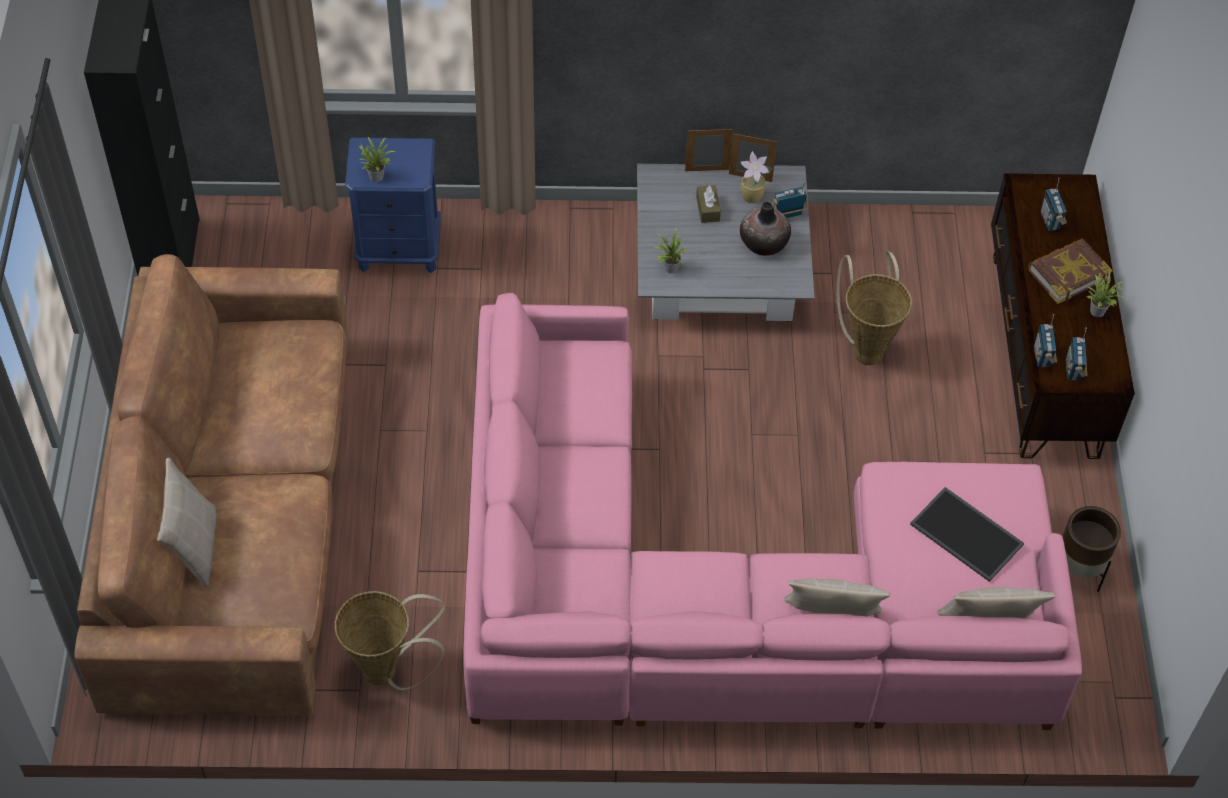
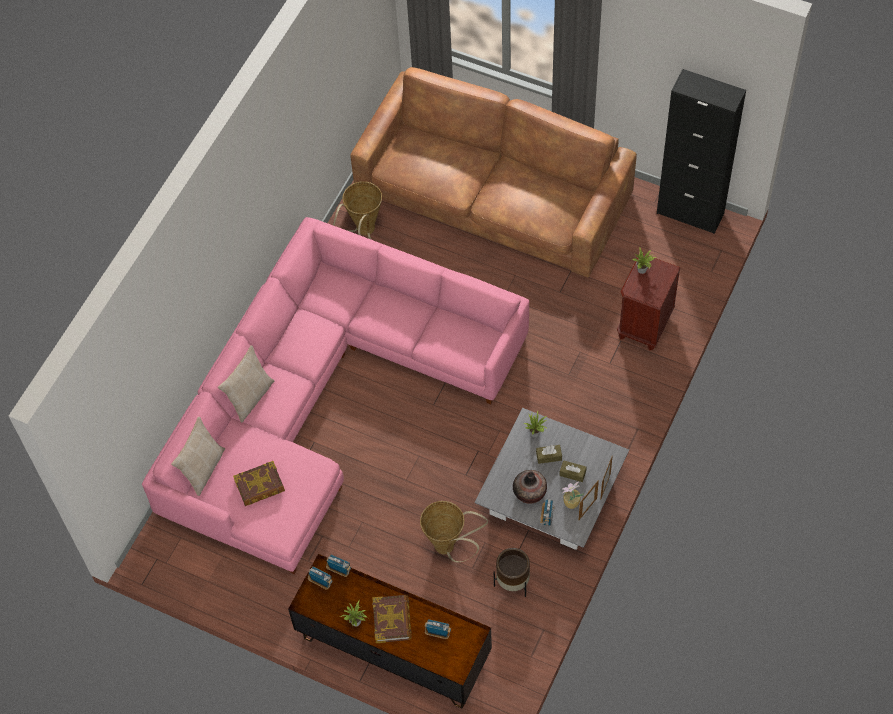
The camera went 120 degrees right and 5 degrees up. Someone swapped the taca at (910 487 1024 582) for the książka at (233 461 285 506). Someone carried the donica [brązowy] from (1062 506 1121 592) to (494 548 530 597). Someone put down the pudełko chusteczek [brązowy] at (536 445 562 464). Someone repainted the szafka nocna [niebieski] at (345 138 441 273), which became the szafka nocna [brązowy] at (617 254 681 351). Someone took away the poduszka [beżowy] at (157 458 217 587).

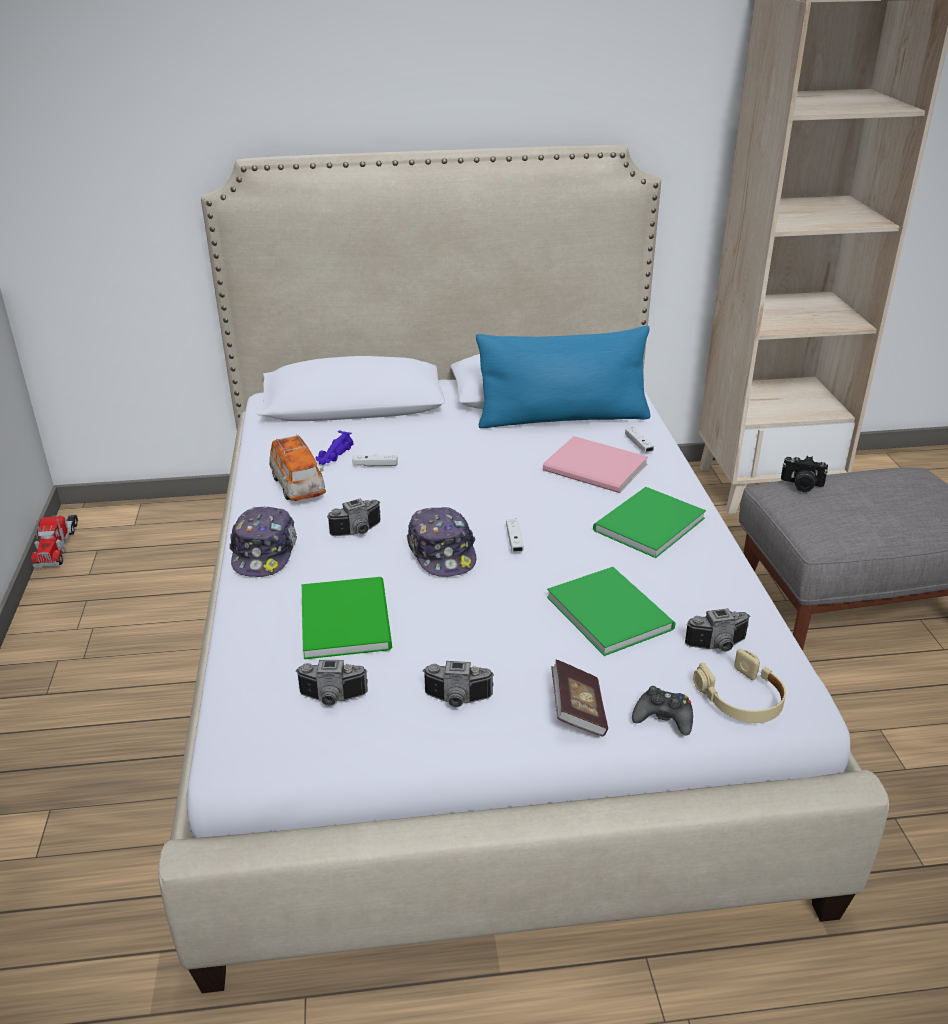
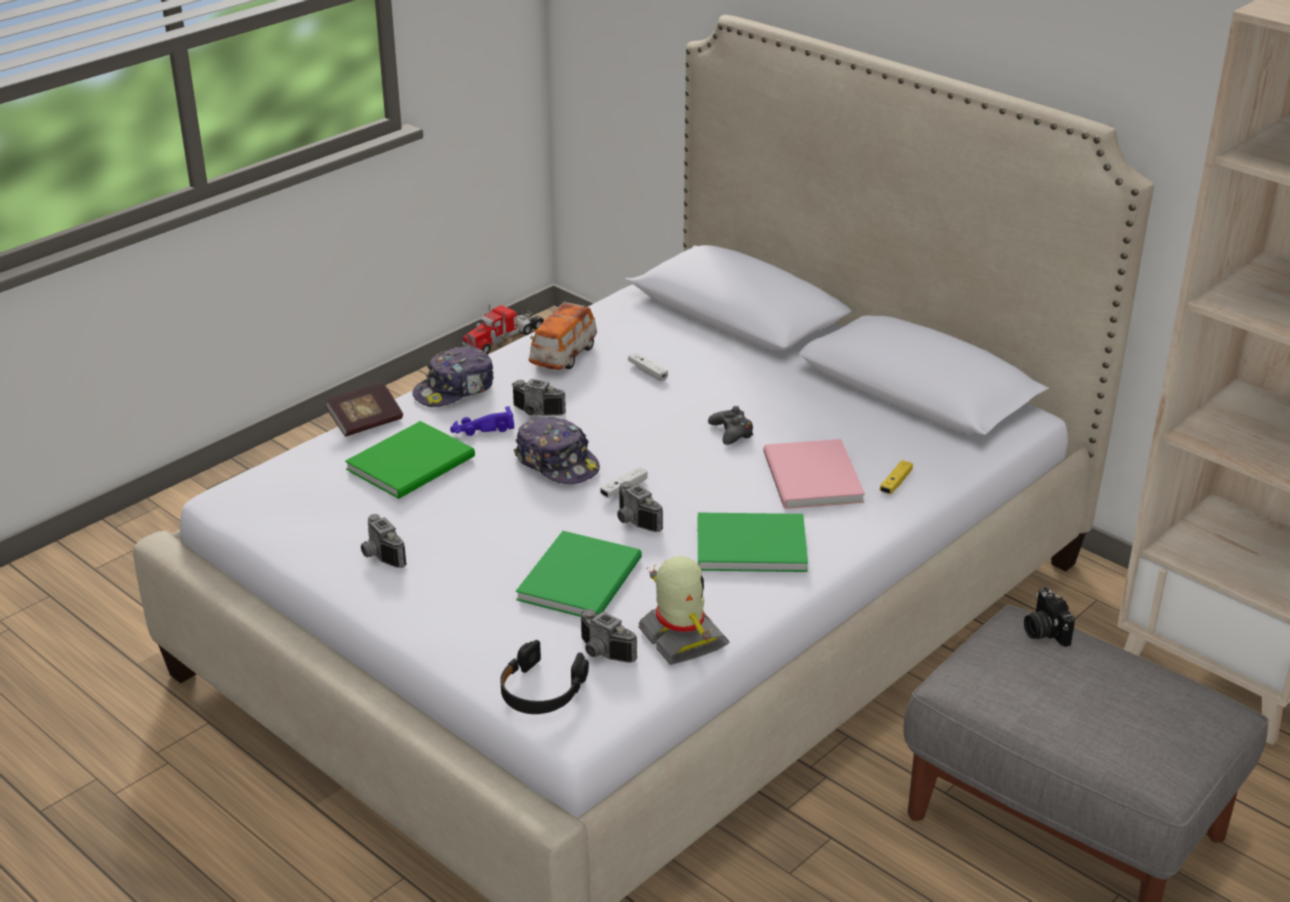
The camera went 50 degrees right and 0 degrees up. Someone carried the książka from (551 660 608 737) to (325 382 403 437). Someone carried the samochodzik [fioletowy] from (316 431 353 465) to (450 406 514 436). Someone repainted the słuchawki [beżowy] at (693 649 786 723), which became the słuchawki [czarny] at (500 640 589 714). Someone rotated the czapka z daszkiem at (407 507 476 577) by 75 degrees counterclockwise. Someone carried the aparat fotograficzny from (295 660 368 706) to (617 481 663 532). Someone put down the robot zabawkowy at (638 556 729 665). Someone carried the pad do gier [czarny] from (632 686 693 736) to (708 406 753 445). Someone repainted the pad do gier [biały] at (625 427 654 452), which became the pad do gier [żółty] at (880 460 913 494). Someone took away the poduszka [niebieski] at (476 326 650 428).

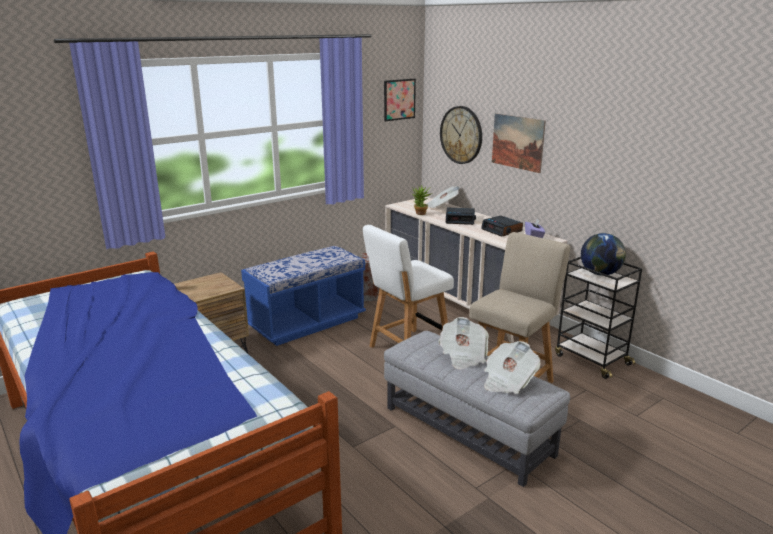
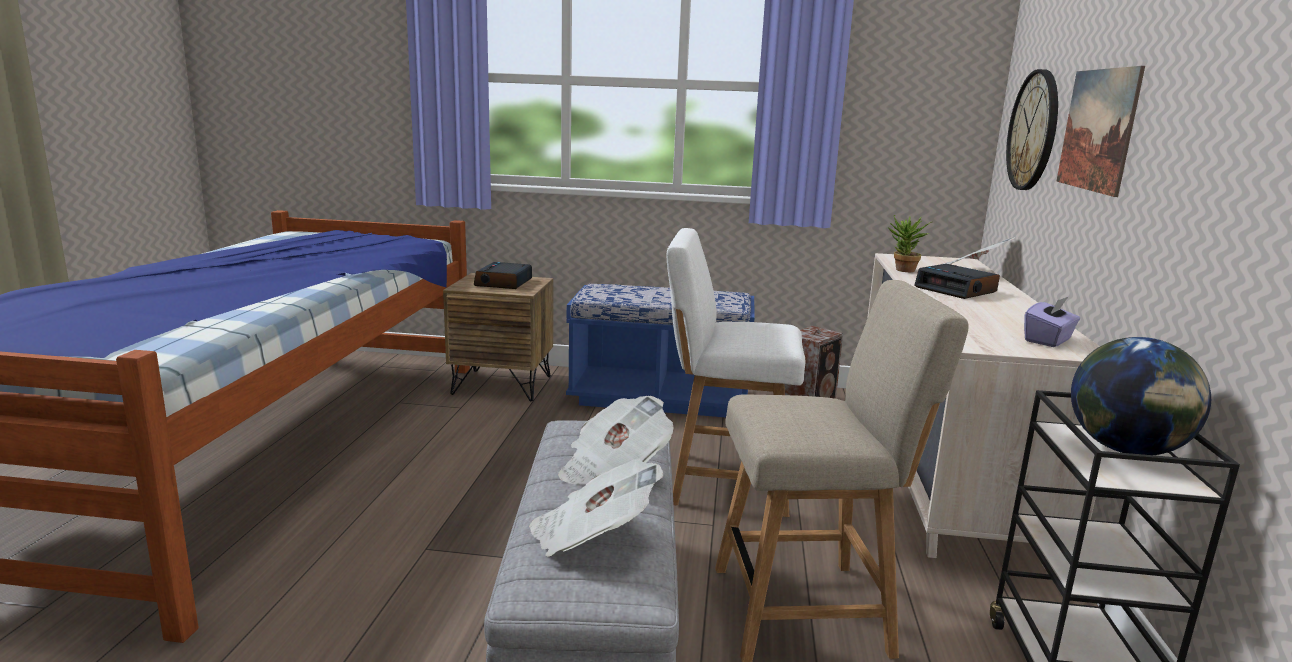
The camera went 45 degrees right and 5 degrees down. Someone carried the budzik from (481 216 523 237) to (474 262 532 289). Someone took away the obraz at (384 79 416 121).

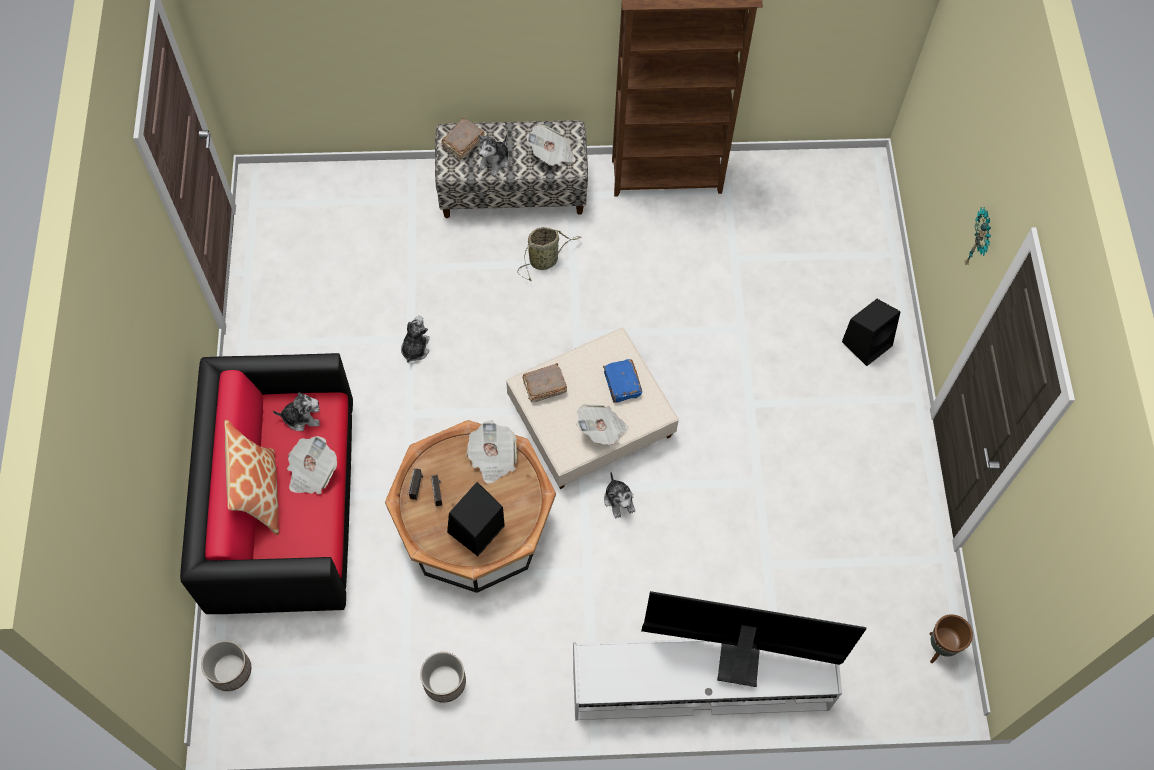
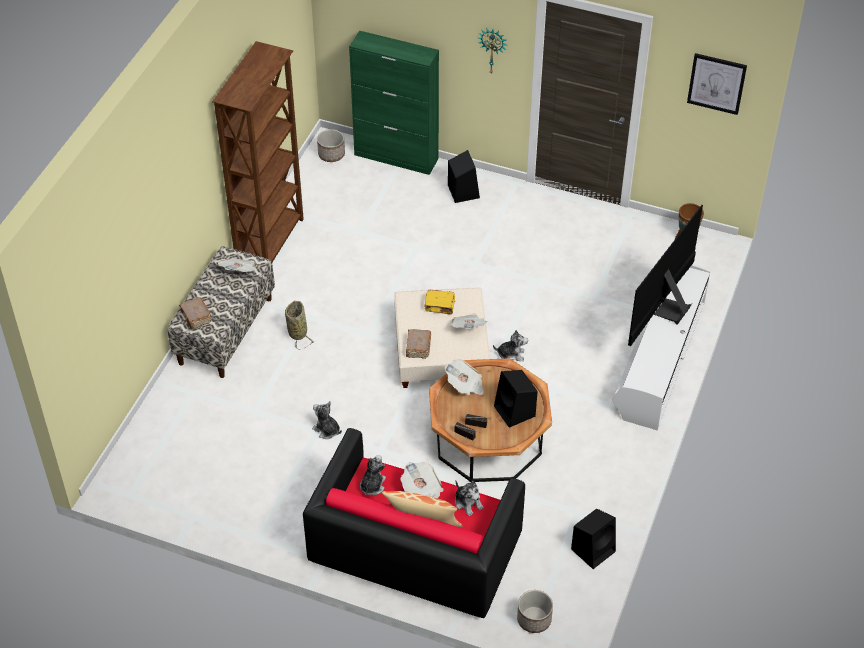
The camera went 65 degrees left and 15 degrees down. Someone carried the donica from (420 652 466 703) to (317 129 345 162). Someone put down the szafka [zielony] at (349 31 439 175). Someone repainted the książka [niebieski] at (603 359 642 403), which became the książka [żółty] at (424 290 455 315). Someone carried the pluszak from (478 134 509 176) to (455 481 484 516). Someone put down the głośnik [czarny] at (571 509 616 569). Someone put up the obraz at (687 53 747 115).

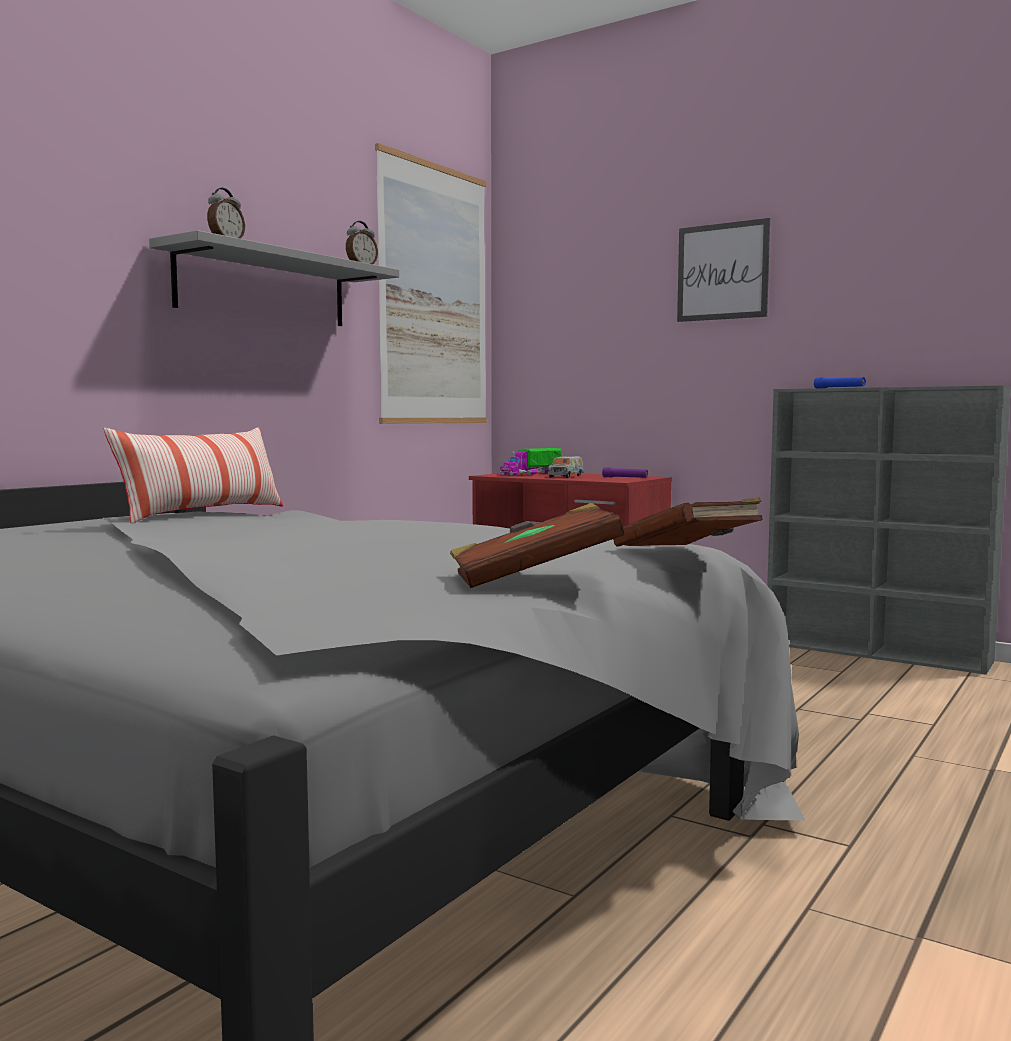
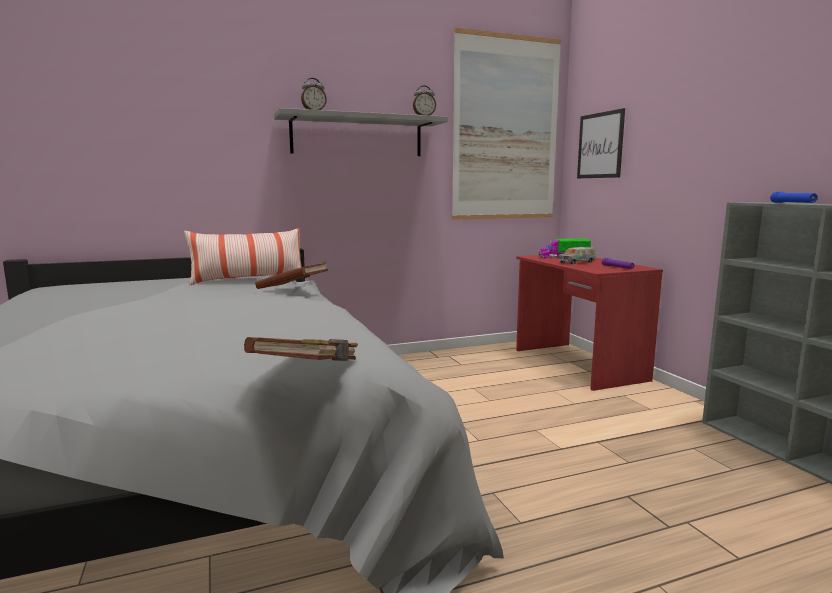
The camera went 35 degrees right and 5 degrees up. Someone carried the książka [brązowy] from (450 503 624 588) to (255 261 328 289). Someone carried the obraz from (677 218 770 322) to (577 108 625 179).

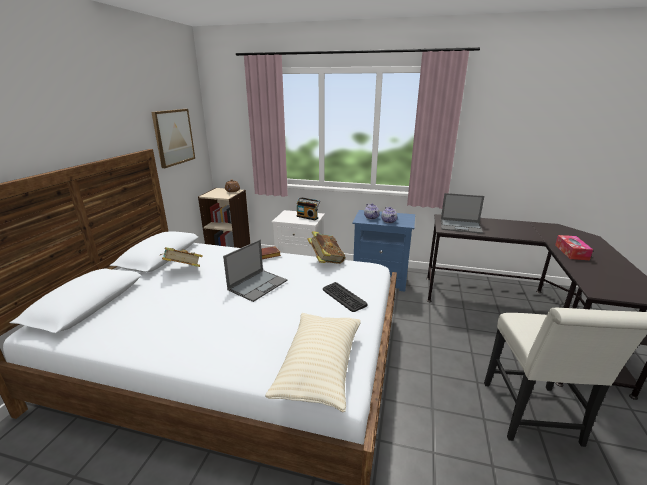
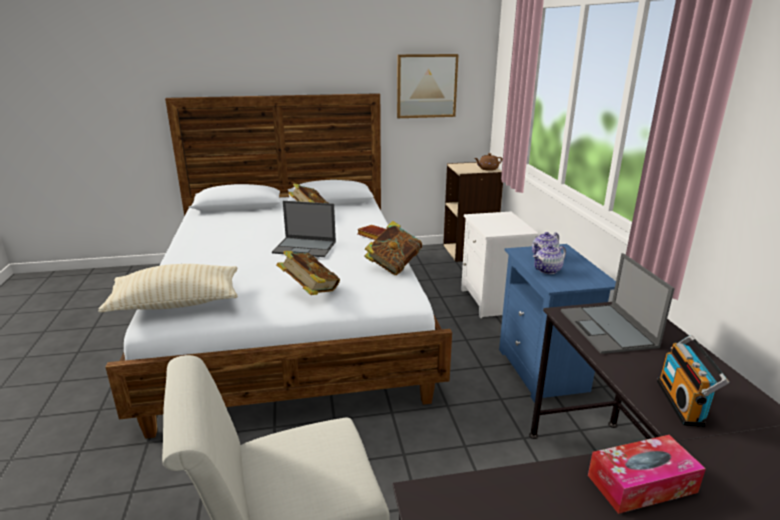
The camera went 65 degrees right and 0 degrees up. Someone swapped the klawiatura at (323 282 367 312) for the książka at (276 251 340 295). Someone carried the radio from (296 197 320 220) to (657 335 729 427).

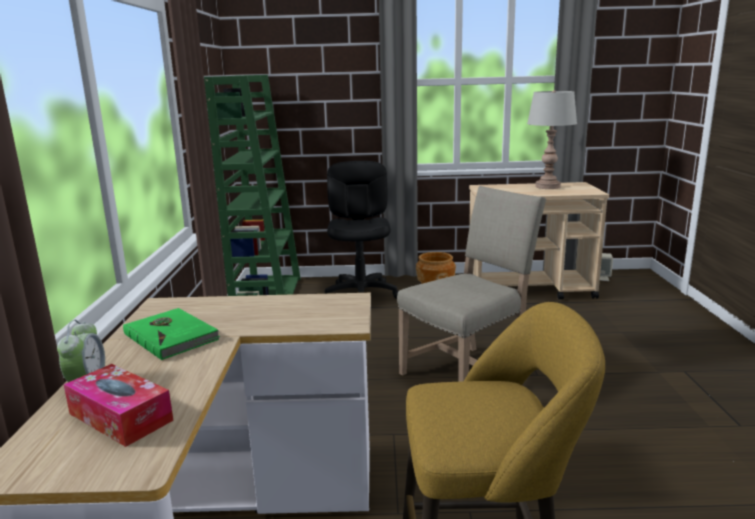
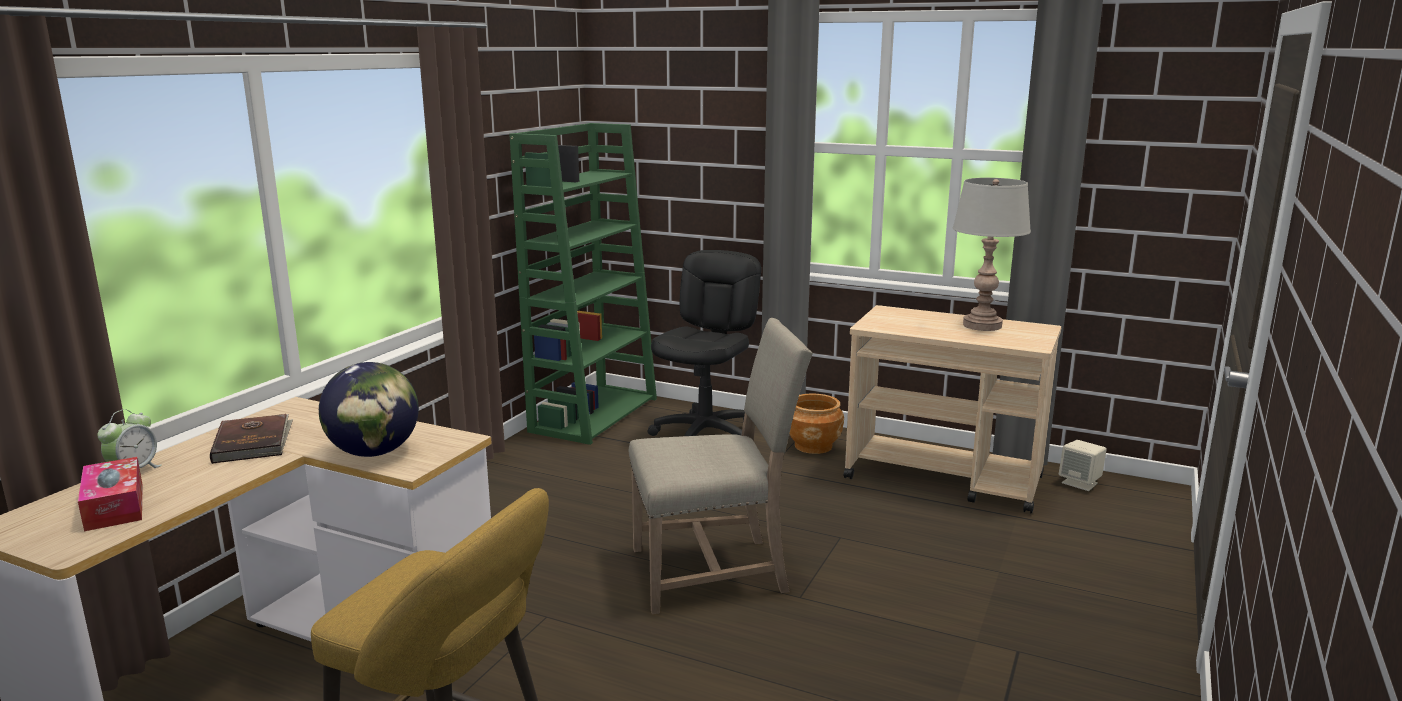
The camera went 25 degrees right and 0 degrees up. Someone repainted the książka [zielony] at (123 308 220 360), which became the książka [brązowy] at (210 414 293 464). Someone put down the globus at (319 362 419 457).

